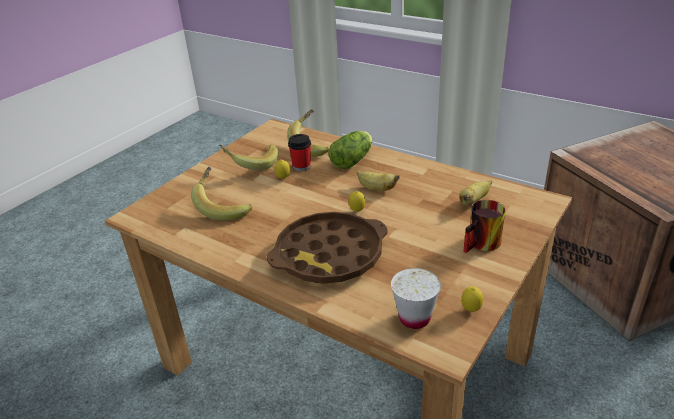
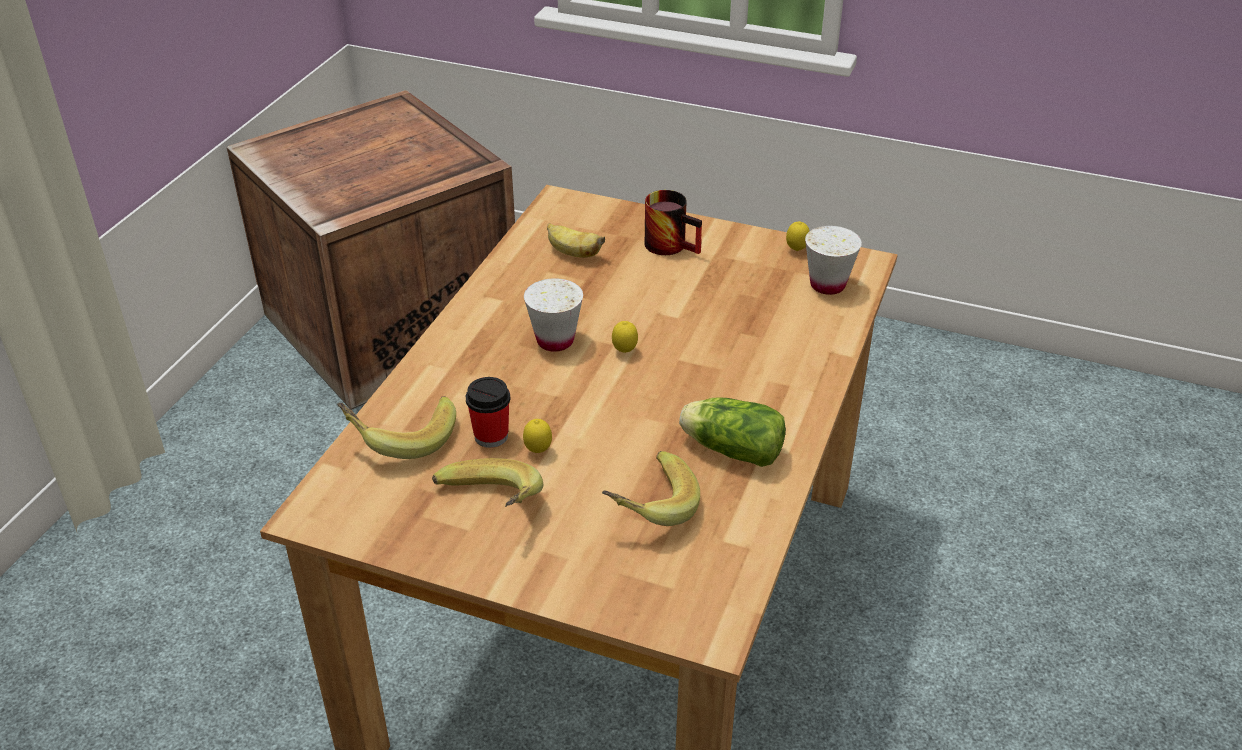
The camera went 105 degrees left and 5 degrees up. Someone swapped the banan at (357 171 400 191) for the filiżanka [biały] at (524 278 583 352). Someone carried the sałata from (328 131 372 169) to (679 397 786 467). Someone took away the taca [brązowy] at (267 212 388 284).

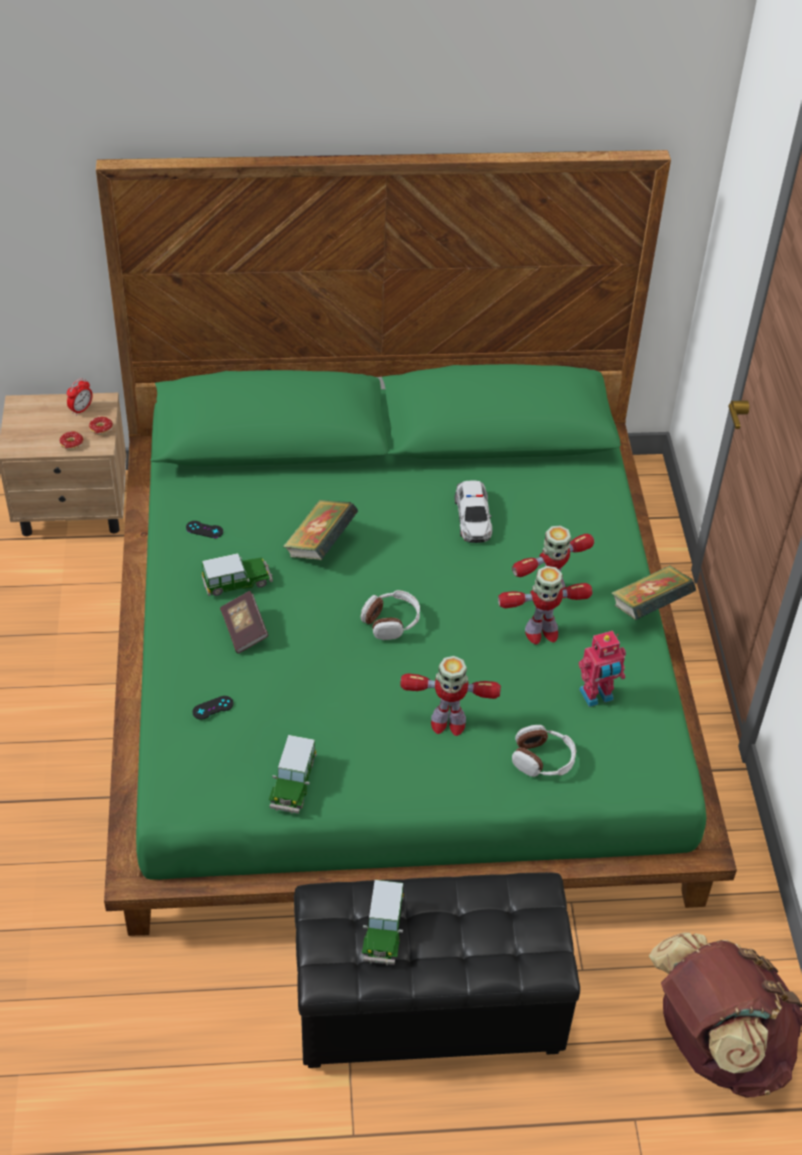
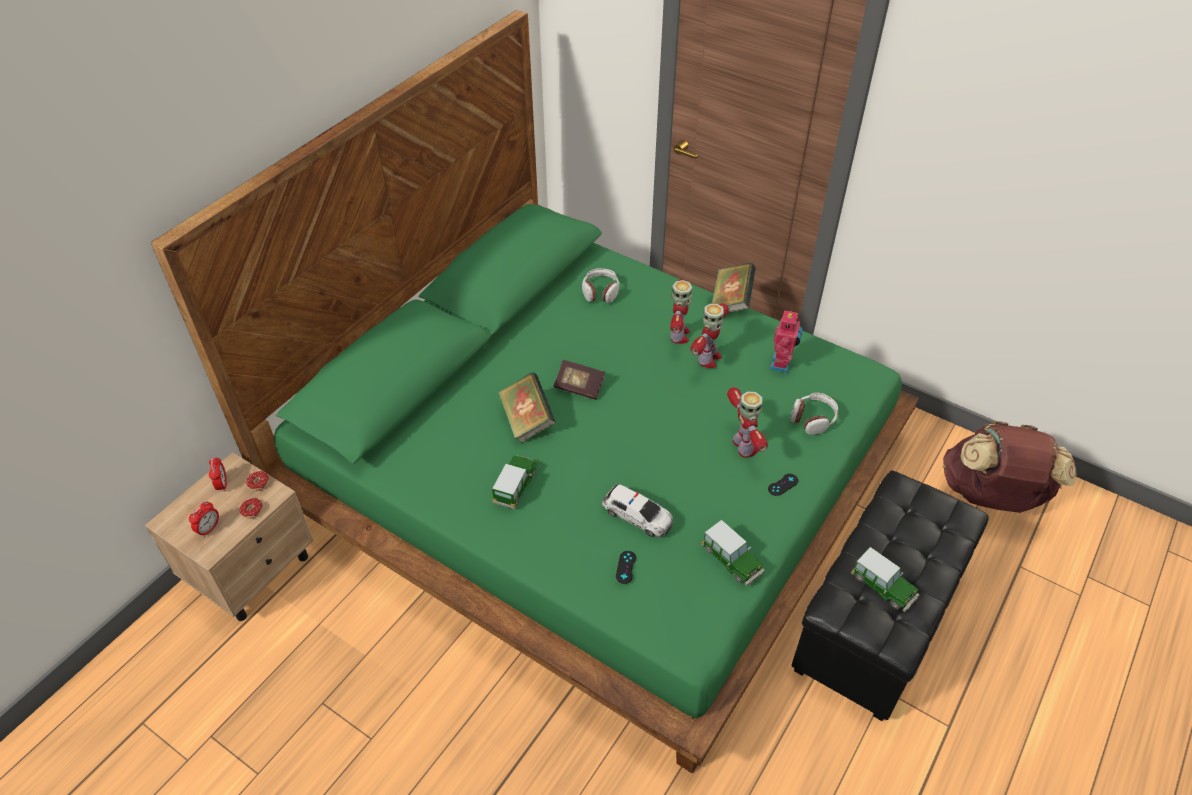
The camera went 50 degrees left and 0 degrees up. Someone put down the budzik at (189 501 219 537). Someone carried the książka from (220 591 269 654) to (554 360 605 400). Someone carried the słuchawki from (361 590 420 640) to (582 268 620 303). Someone carried the samochodzik from (455 480 492 543) to (602 484 673 537). Someone rotated the robot zabawkowy at (400 656 501 736) by 60 degrees counterclockwise. Someone carried the pad do gier [czarny] from (186 521 223 538) to (768 474 798 496).

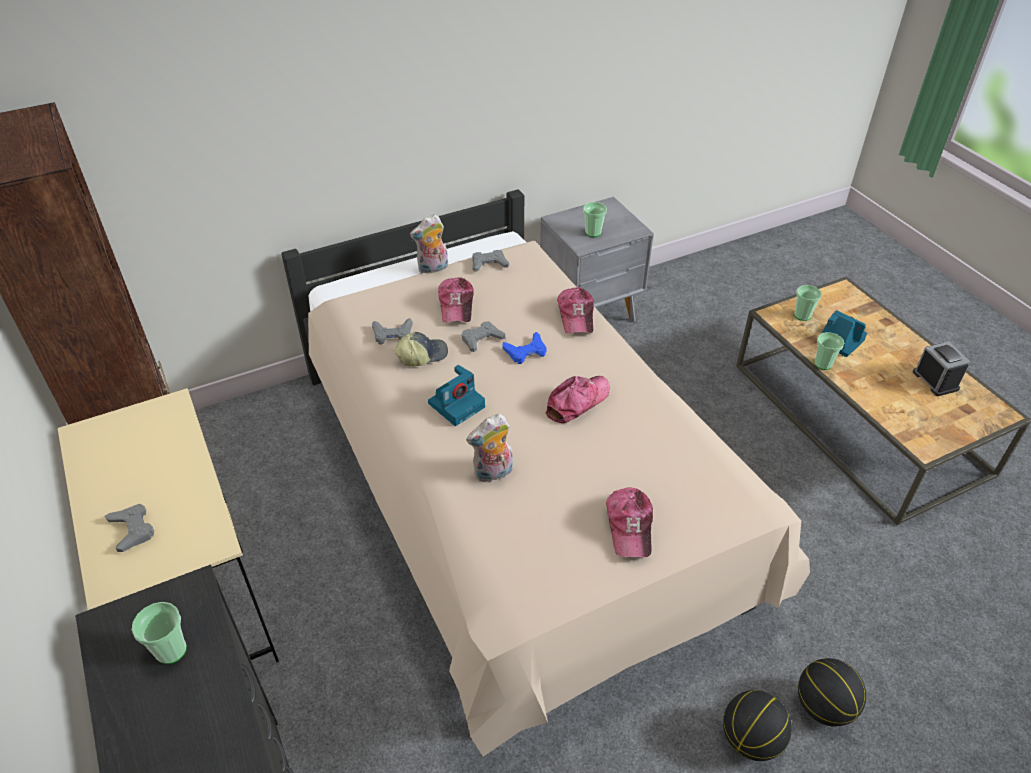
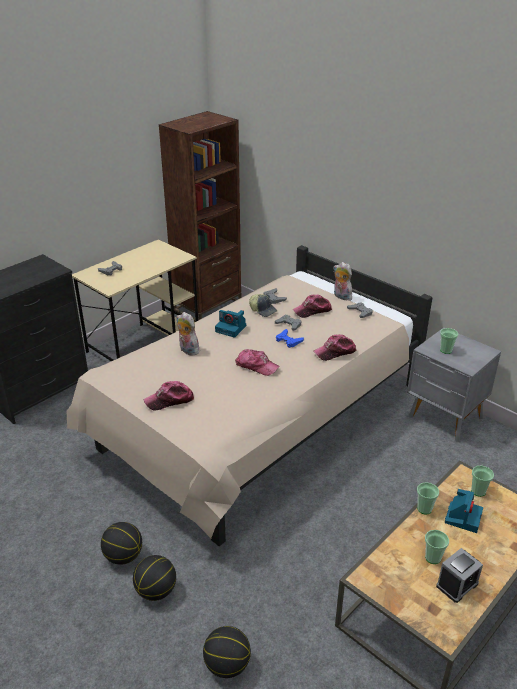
The camera went 70 degrees right and 10 degrees down. Someone put down the piłka do koszykówki at (203 626 251 678). Someone carried the filiżanka from (132 602 187 664) to (425 530 449 564).

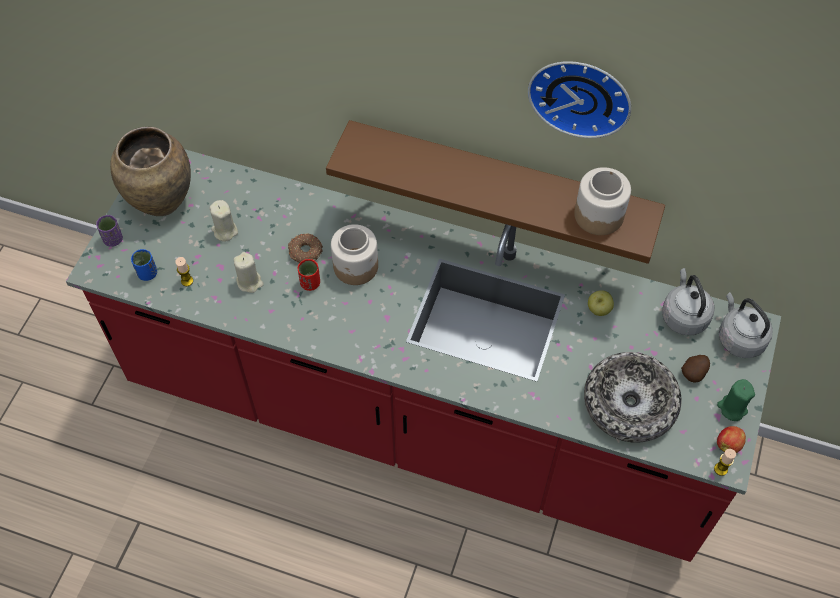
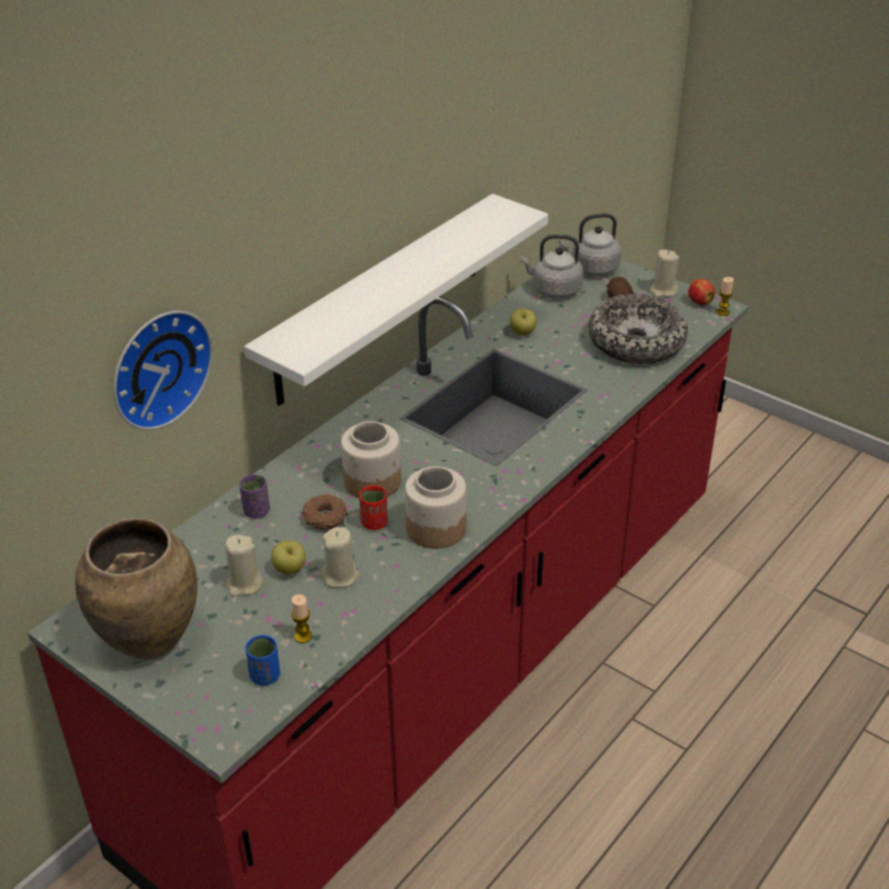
The camera went 70 degrees left and 20 degrees down. Someone carried the zegar ścienny from (528 61 631 138) to (113 311 213 430). Someone carried the filiżanka [fioletowy] from (96 215 123 247) to (239 474 270 518). Someone repainted the półka [brązowy] at (326 120 665 264), which became the półka [biały] at (244 194 548 406). Someone put down the jabłko at (271 540 306 575). Someone carried the słoik from (574 167 631 235) to (405 466 467 549). Someone repainted the świeca [zielony] at (717 379 755 421), which became the świeca [beżowy] at (649 250 679 297).

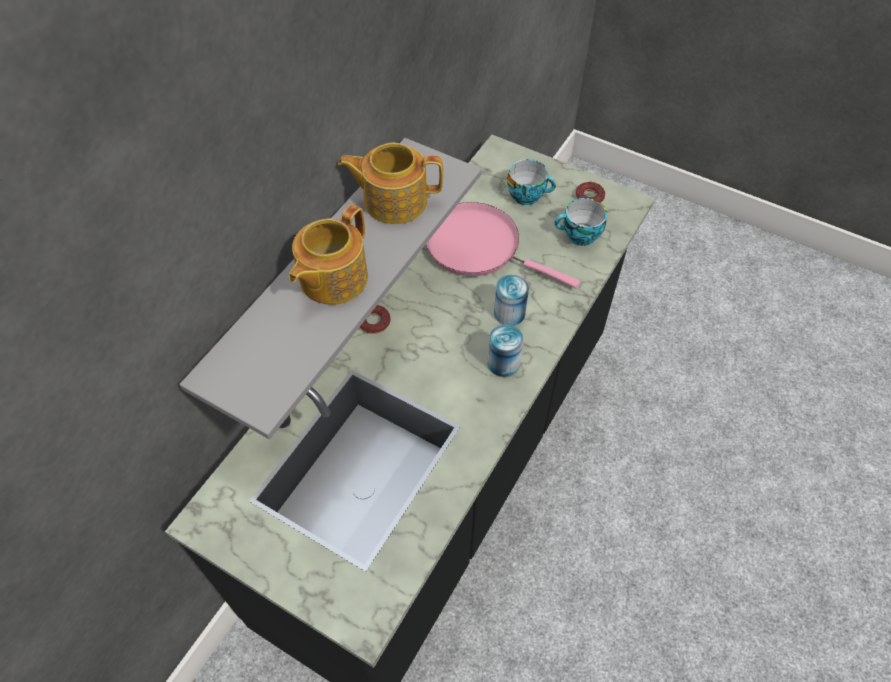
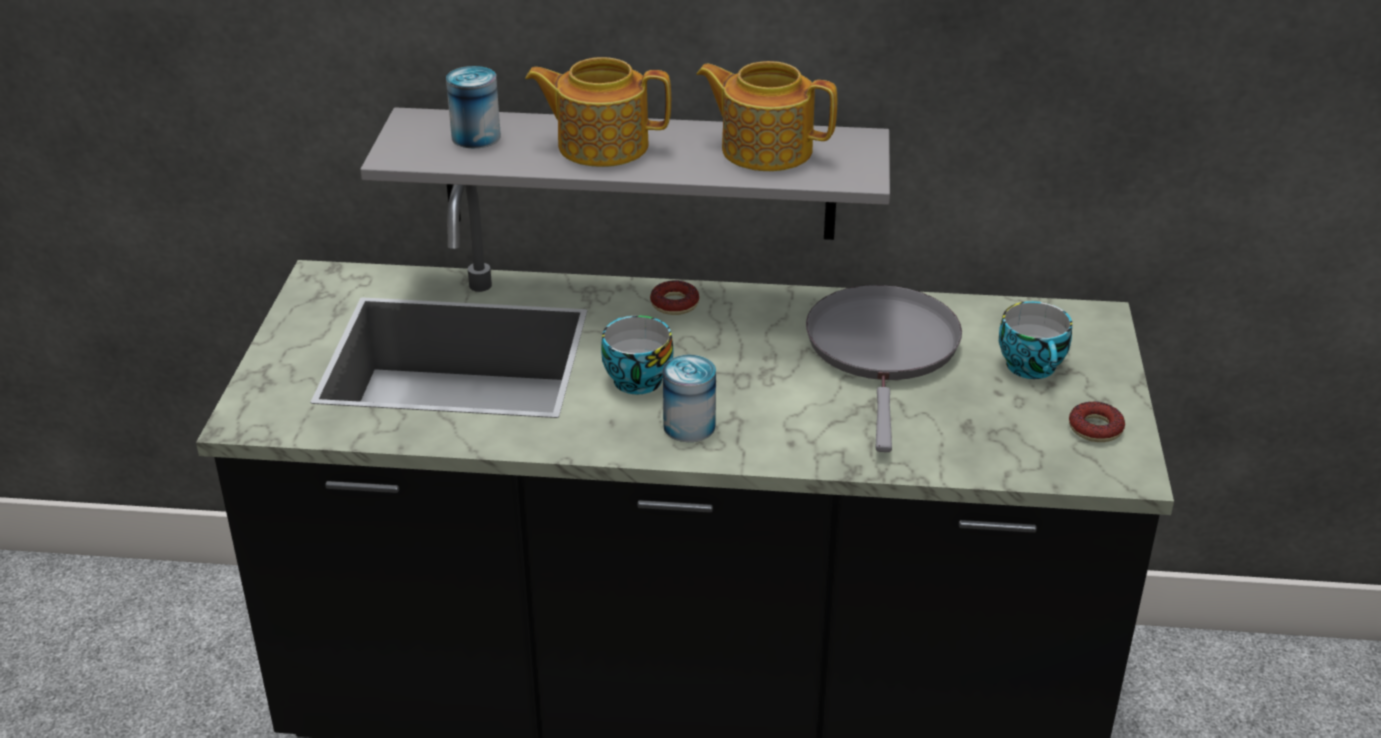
The camera went 65 degrees right and 20 degrees down. Someone carried the puszka from (494 275 529 326) to (446 66 501 149). Someone carried the filiżanka from (555 198 607 246) to (601 315 674 394). Someone rotated the imbryk at (338 143 443 224) by 45 degrees counterclockwise. Someone repainted the patelnia [różowy] at (426 202 580 288), which became the patelnia [szary] at (806 285 962 452).

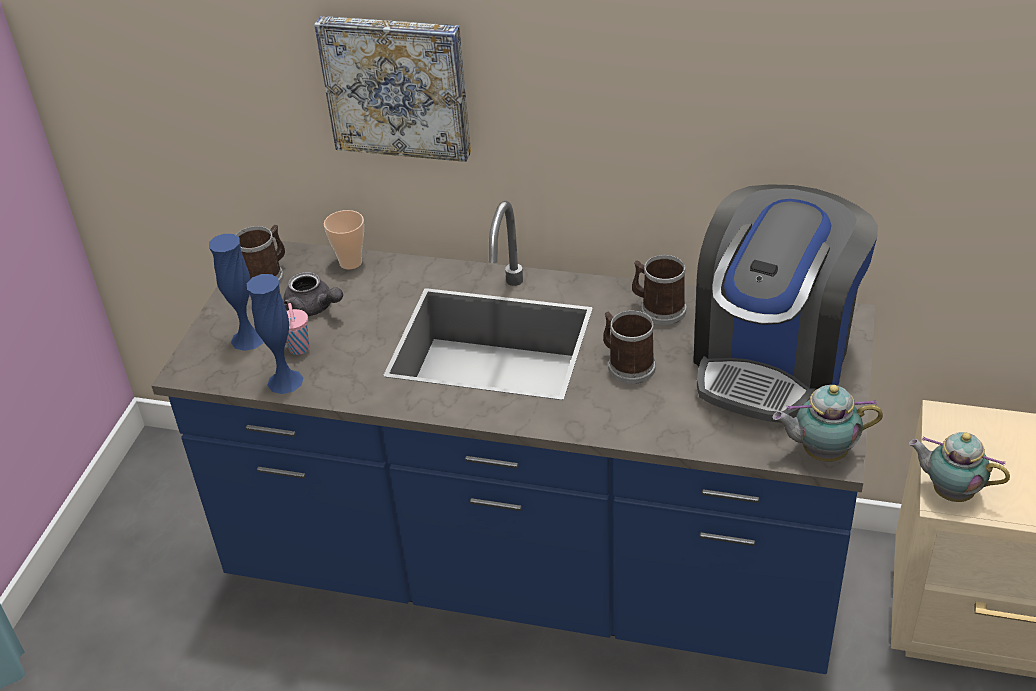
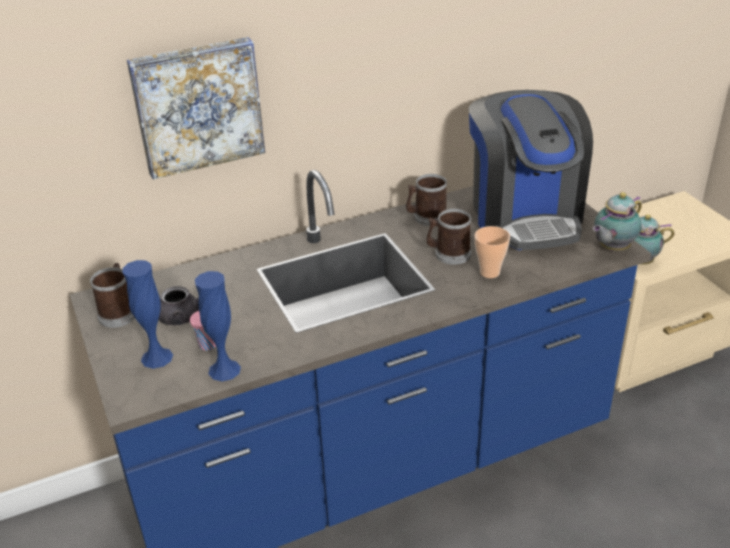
The camera went 40 degrees left and 5 degrees down. Someone carried the filiżanka from (324 210 364 269) to (474 226 510 278).

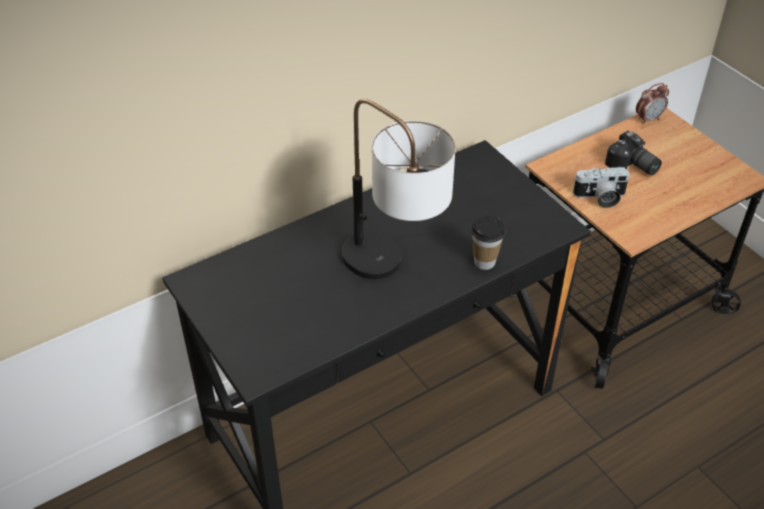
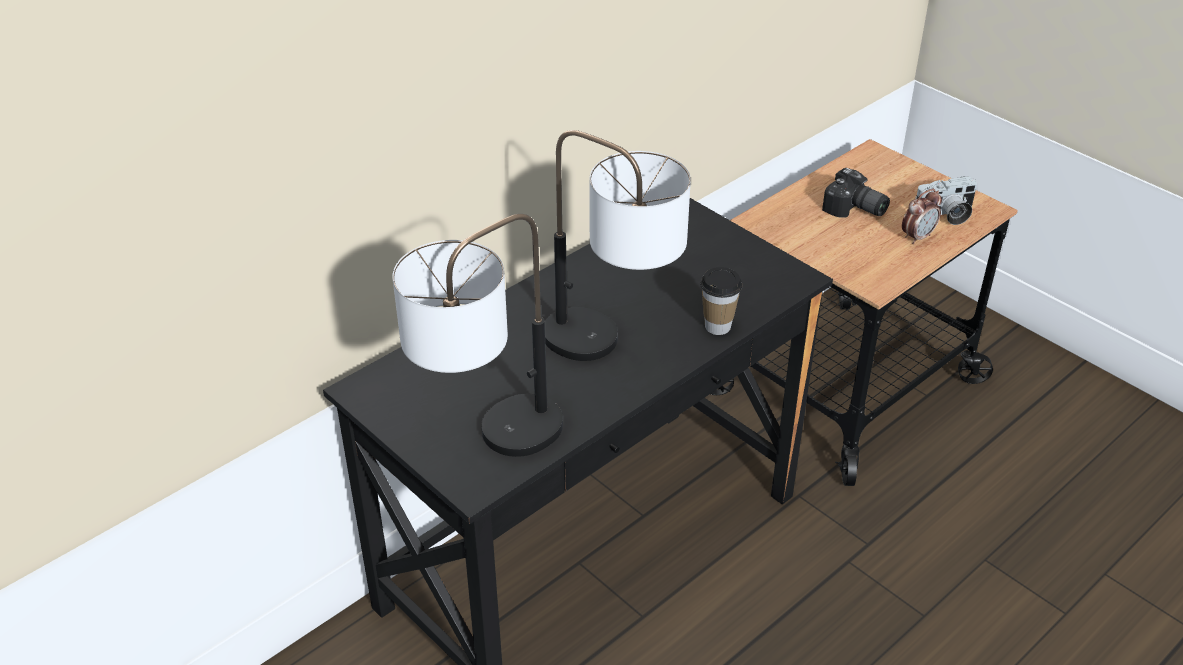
The camera went 10 degrees left and 5 degrees down. Someone put down the lampa stołowa at (392 214 563 457). Someone carried the budzik from (636 83 669 124) to (902 189 942 244). Someone carried the aparat fotograficzny from (573 167 630 208) to (915 176 977 225).

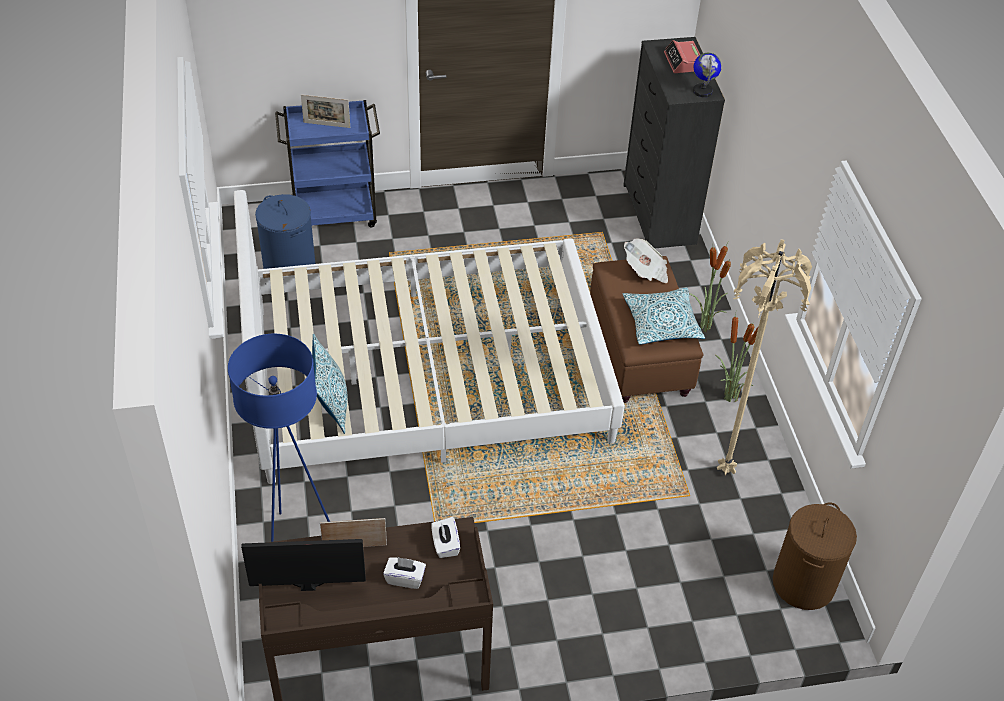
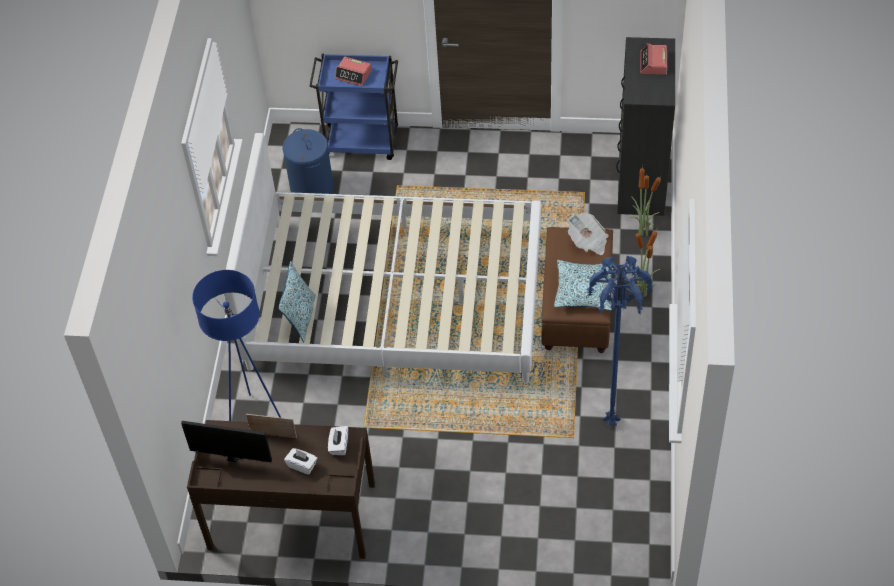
The camera went 20 degrees right and 5 degrees up. Someone swapped the ramka na zdjęcie at (301 94 350 128) for the budzik at (335 57 372 86). Someone repainted the lampa stojąca [beżowy] at (717 239 812 475), which became the lampa stojąca [niebieski] at (587 255 654 426). Someone carried the roślina doniczkowa from (716 315 759 402) to (630 165 661 236). Someone took away the globus at (693 53 722 97). Someone took away the kosz na pranie [brązowy] at (773 502 857 610).

